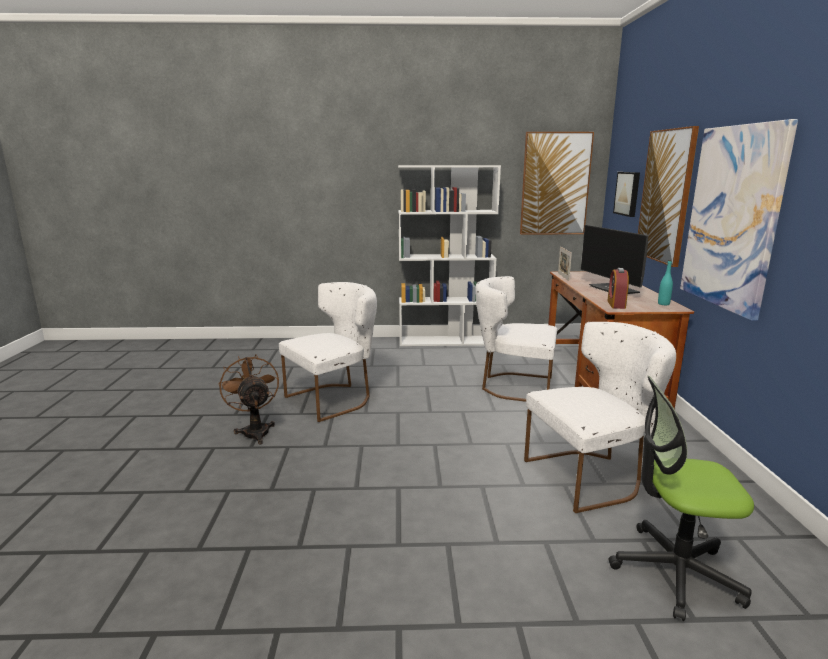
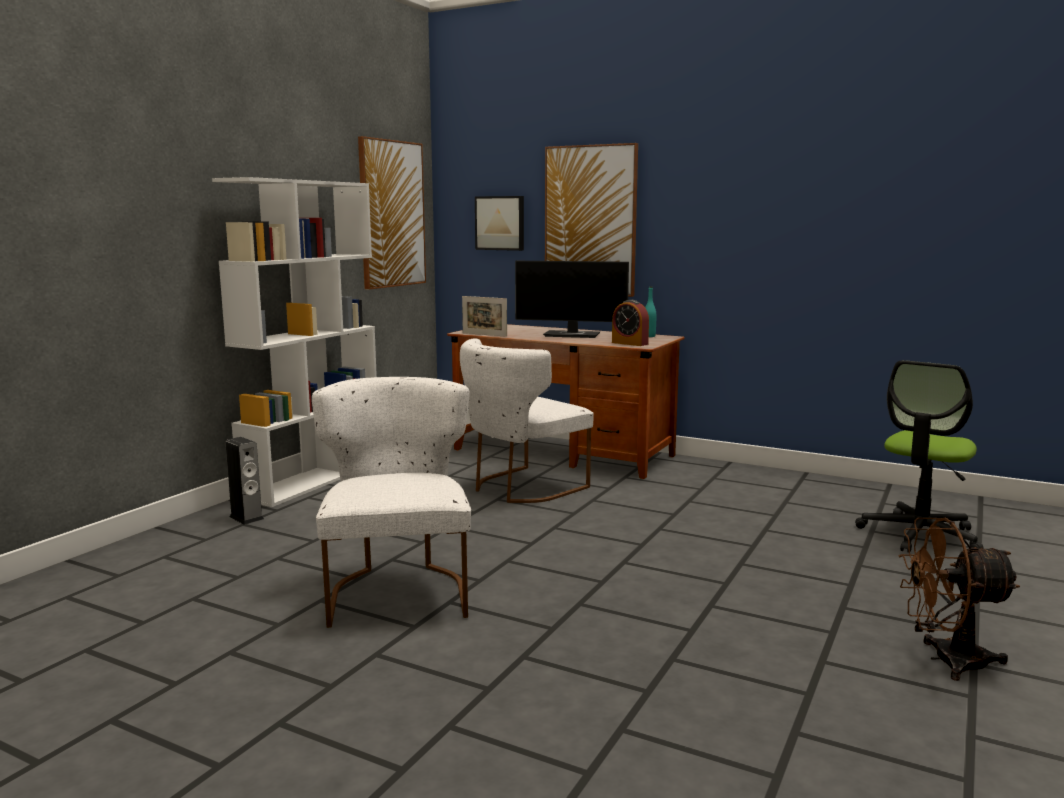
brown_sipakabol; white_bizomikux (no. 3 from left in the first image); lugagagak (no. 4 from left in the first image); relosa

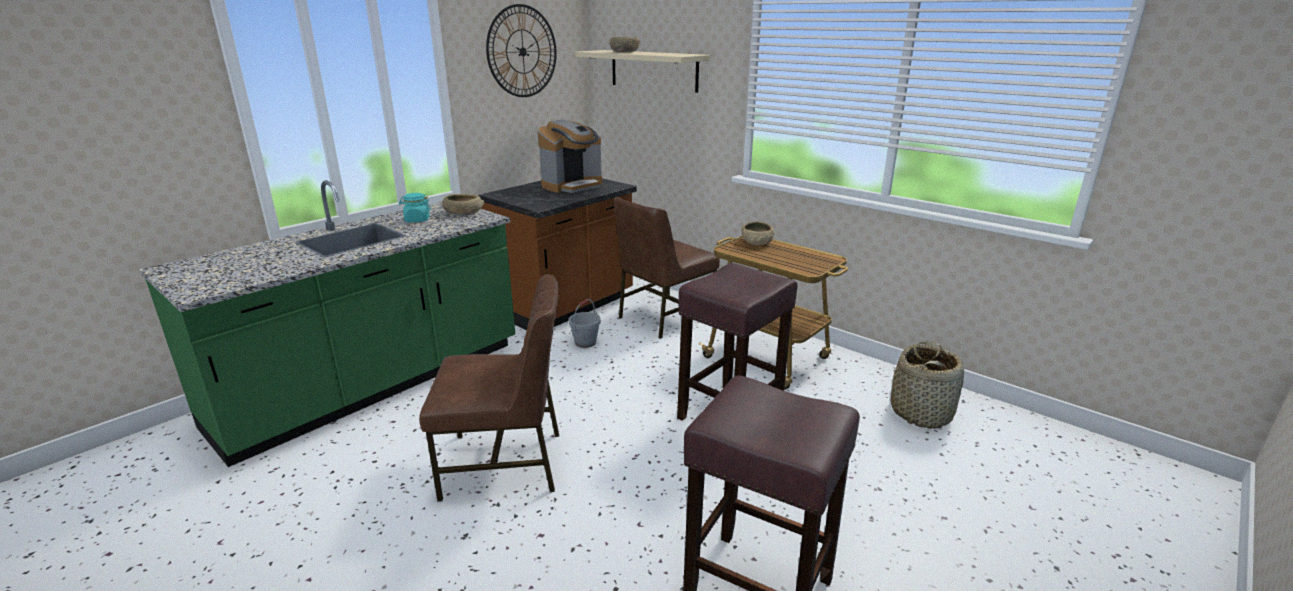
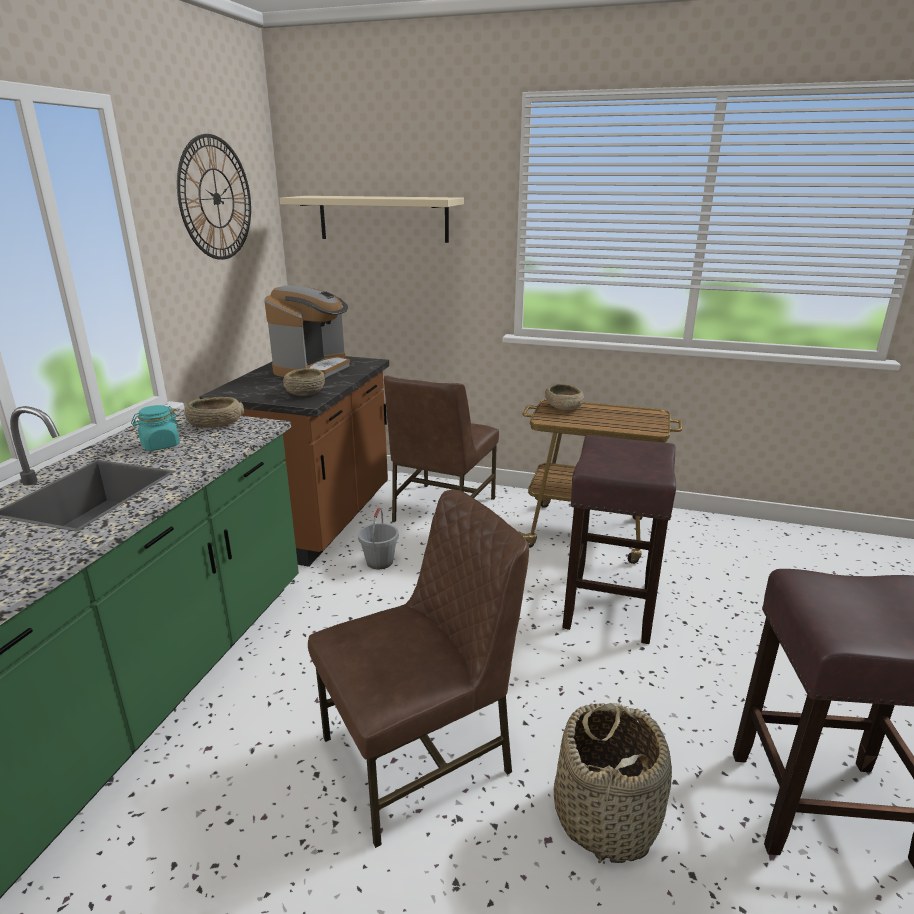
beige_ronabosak (no. 2 from left); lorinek

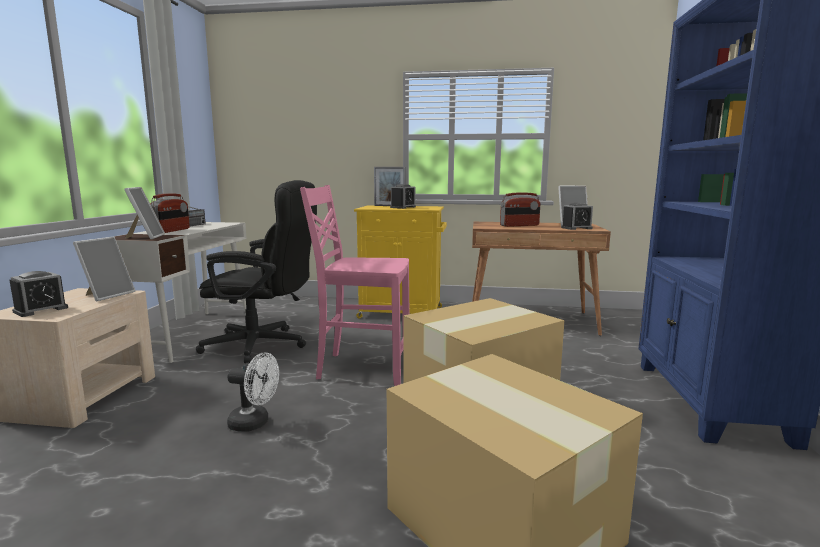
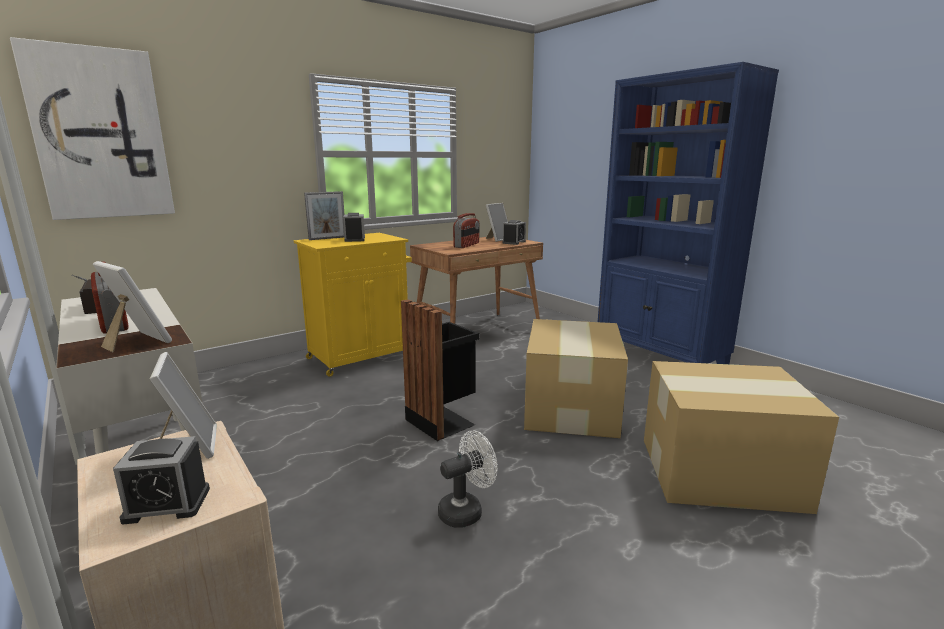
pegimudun (no. 1 from left); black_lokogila; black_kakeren; lugagagak

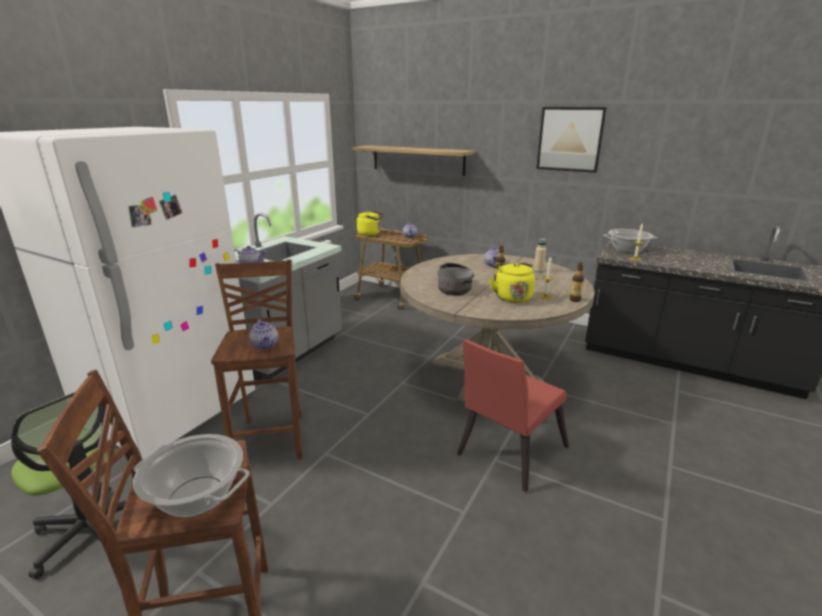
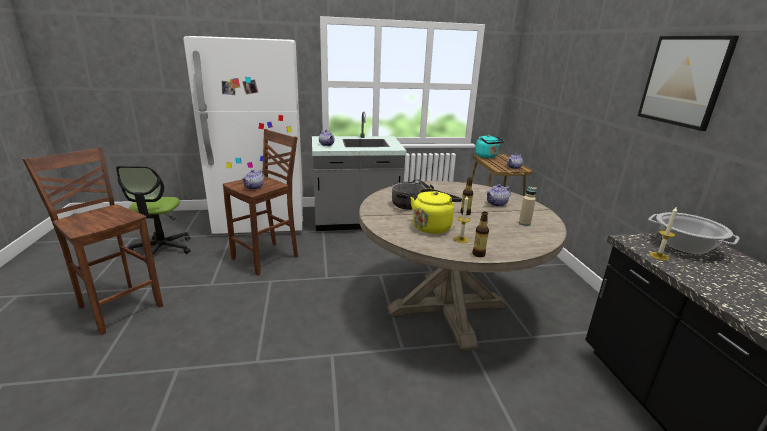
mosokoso (no. 1 from left in the first image); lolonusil; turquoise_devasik; red_bizomikux

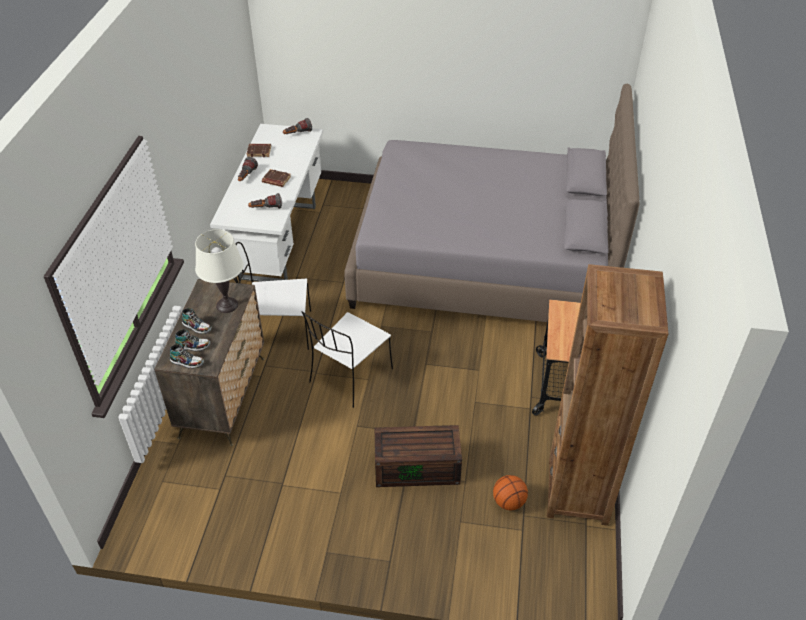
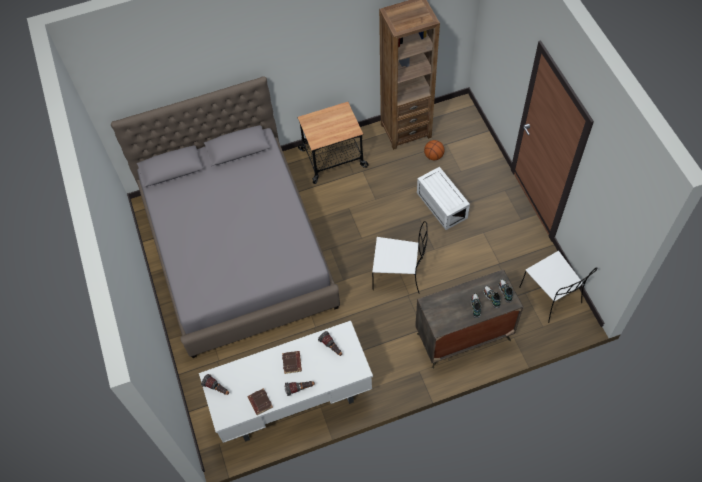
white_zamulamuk; white_bizomikux (no. 2 from left); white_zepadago

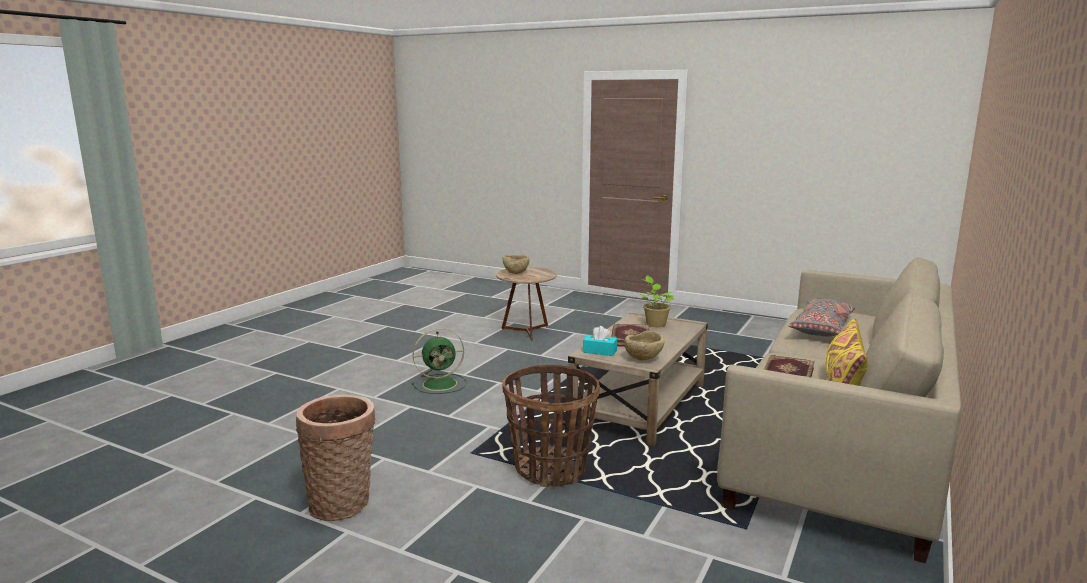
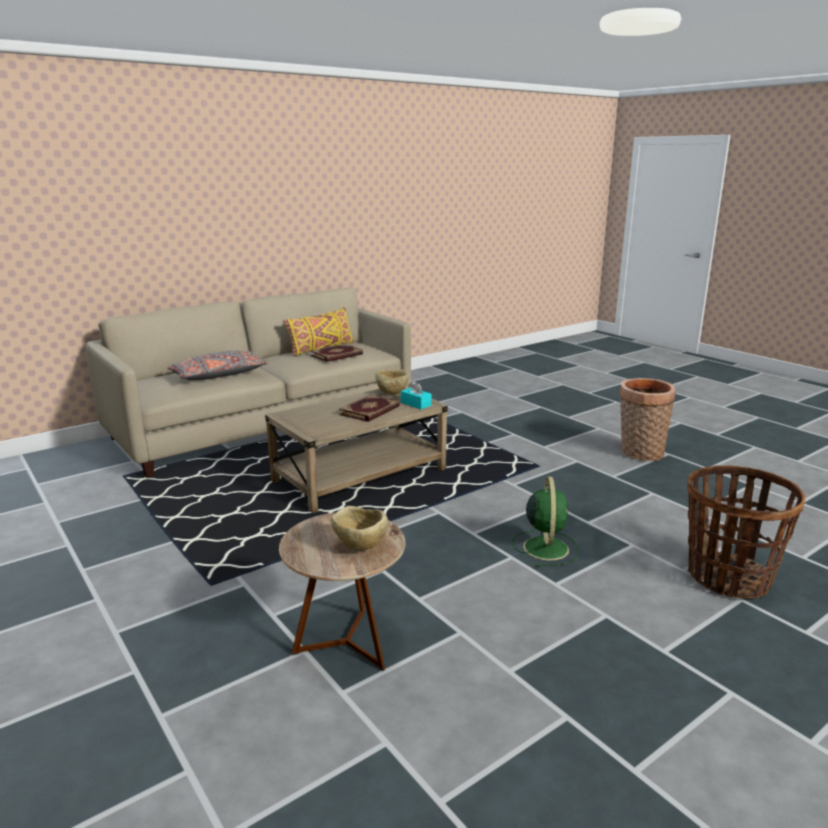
green_sipakabol; lorinek (no. 2 from left); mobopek

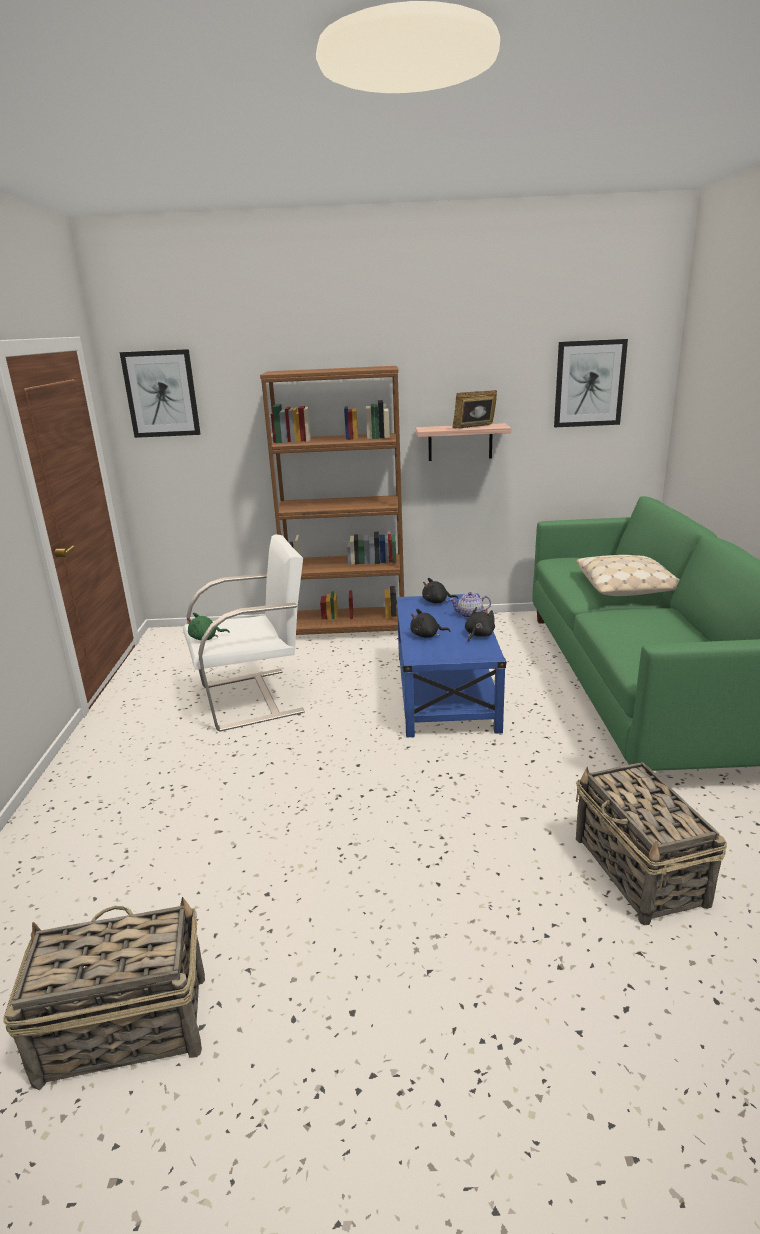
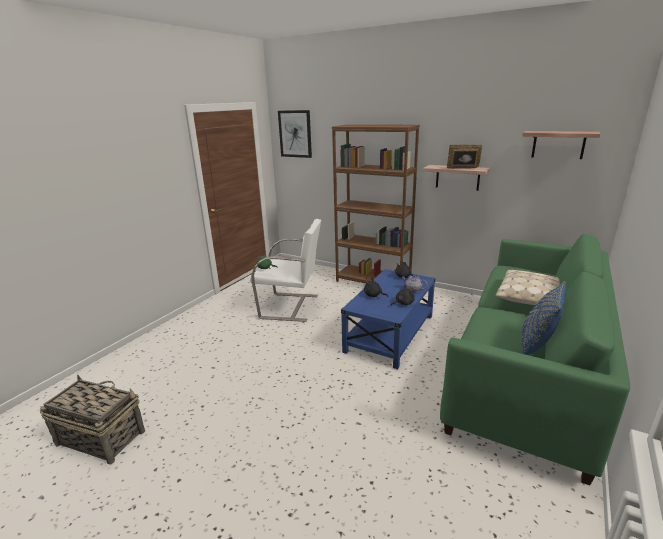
lolonusil (no. 2 from left); lorinek (no. 2 from left in the first image); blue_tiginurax

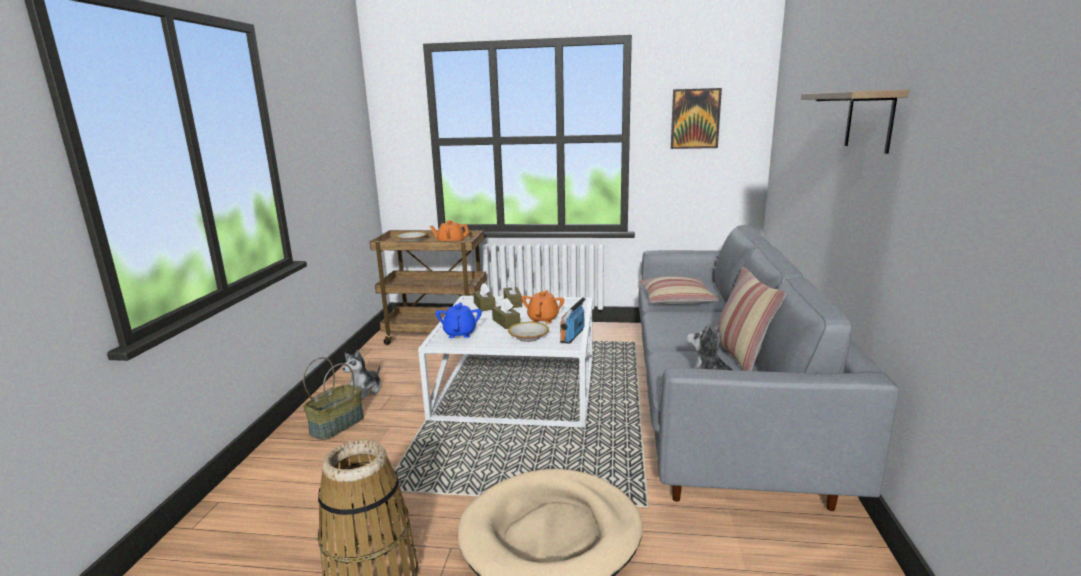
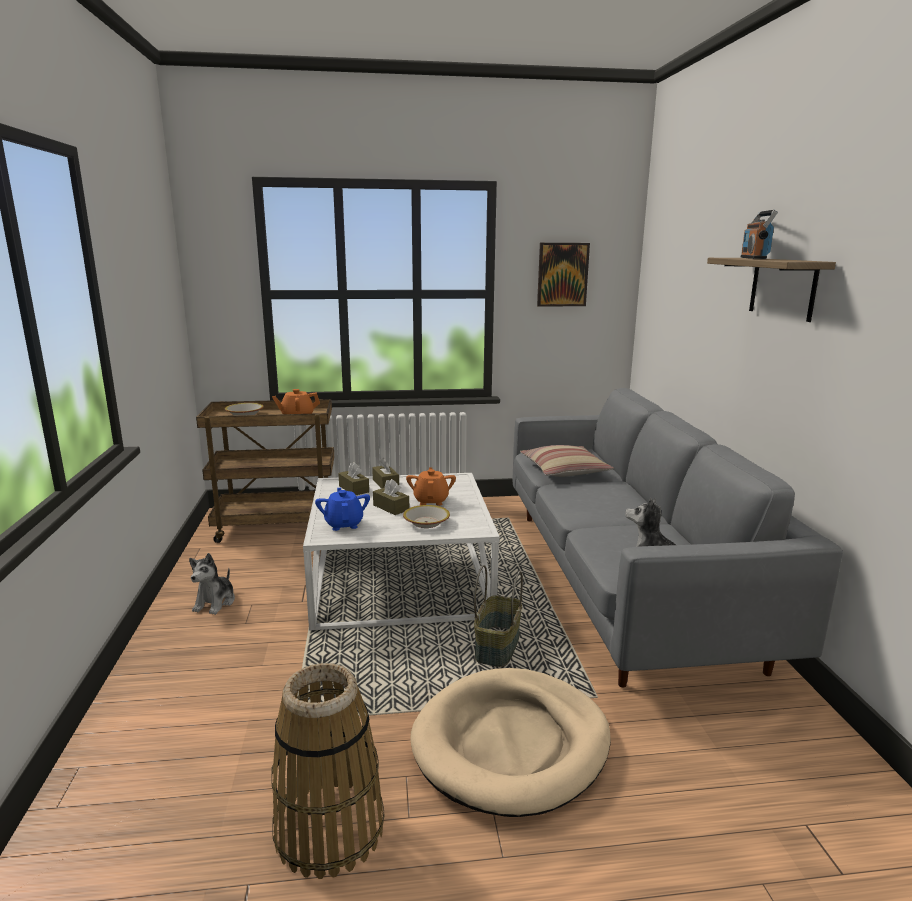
lorinek (no. 2 from left); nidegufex; tiginurax (no. 2 from left in the first image)

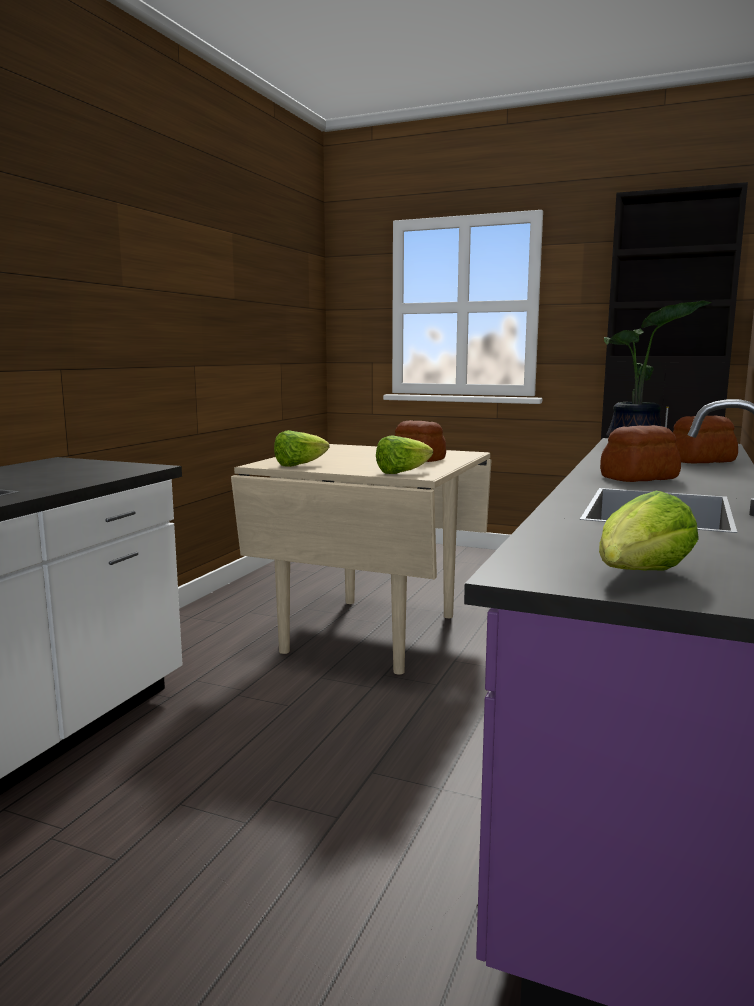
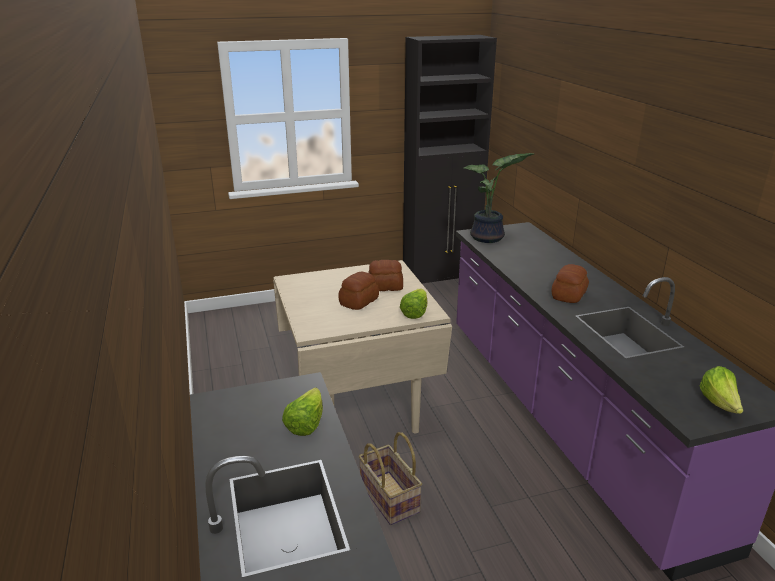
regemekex (no. 1 from left); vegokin (no. 1 from left); lorinek

